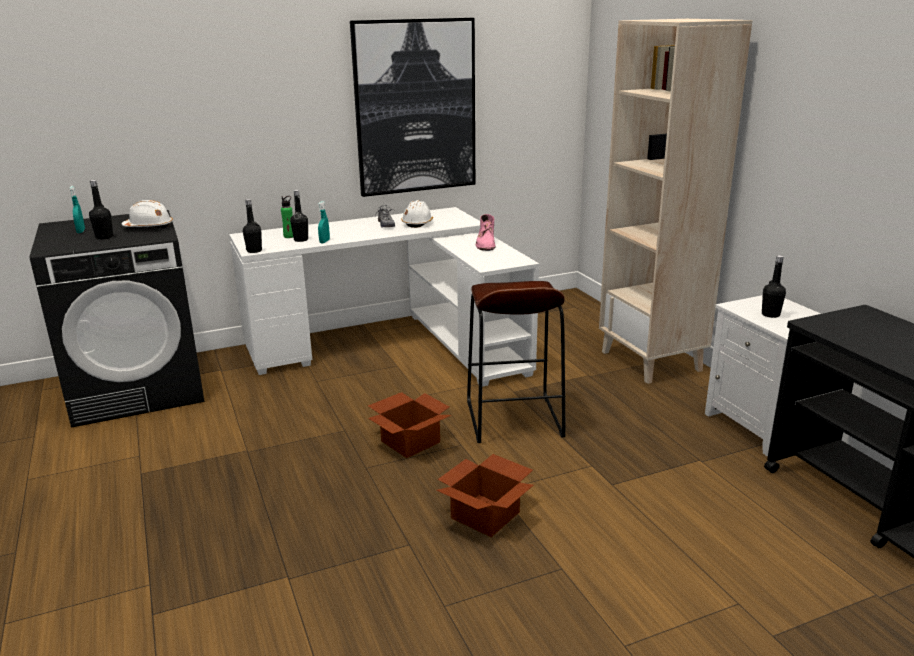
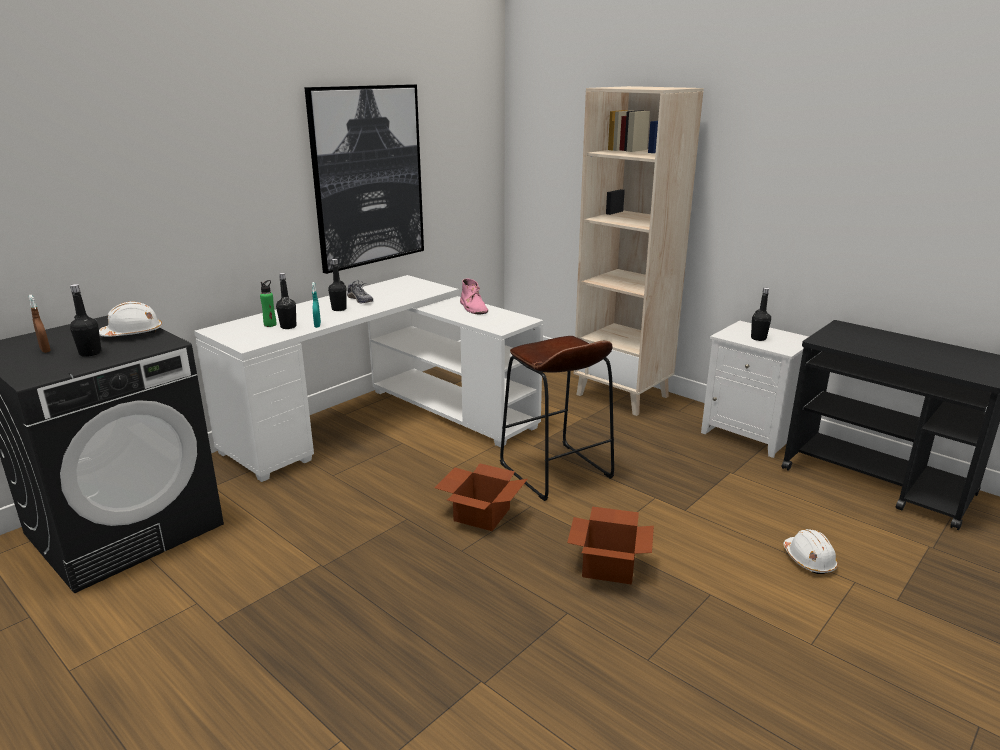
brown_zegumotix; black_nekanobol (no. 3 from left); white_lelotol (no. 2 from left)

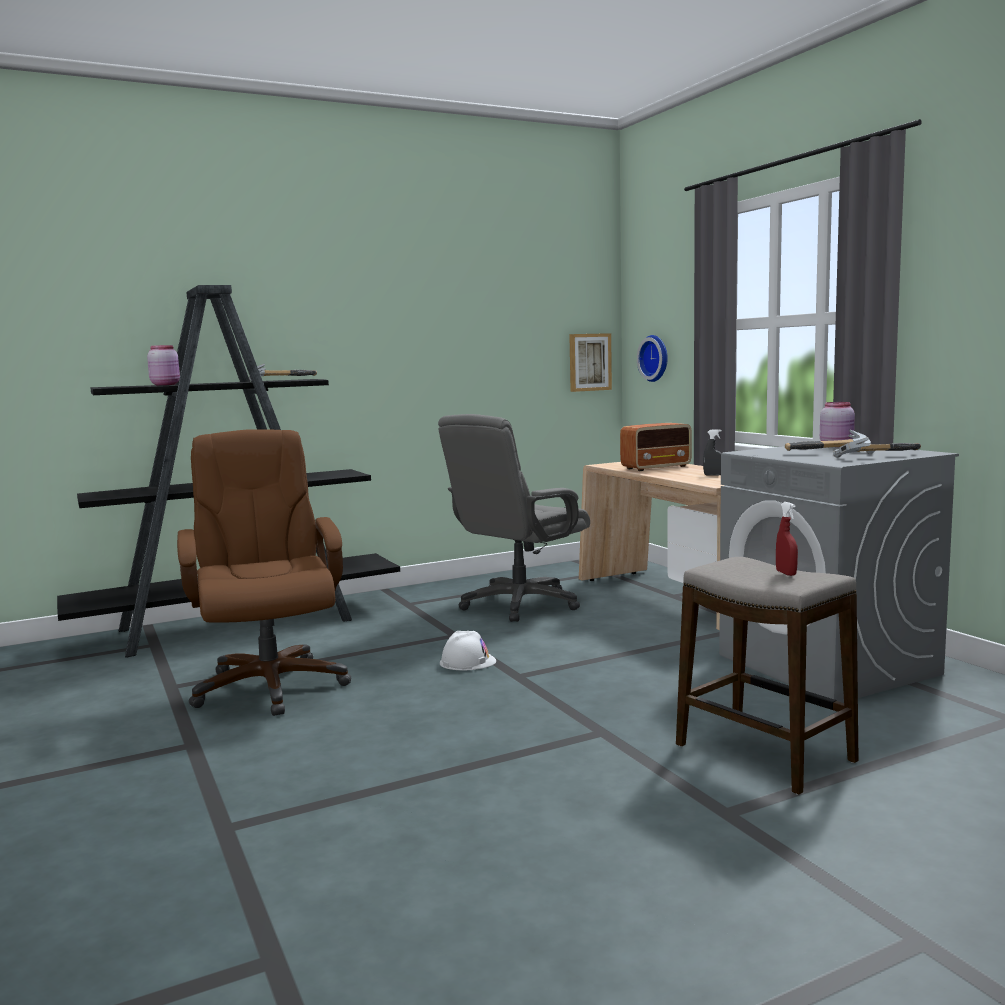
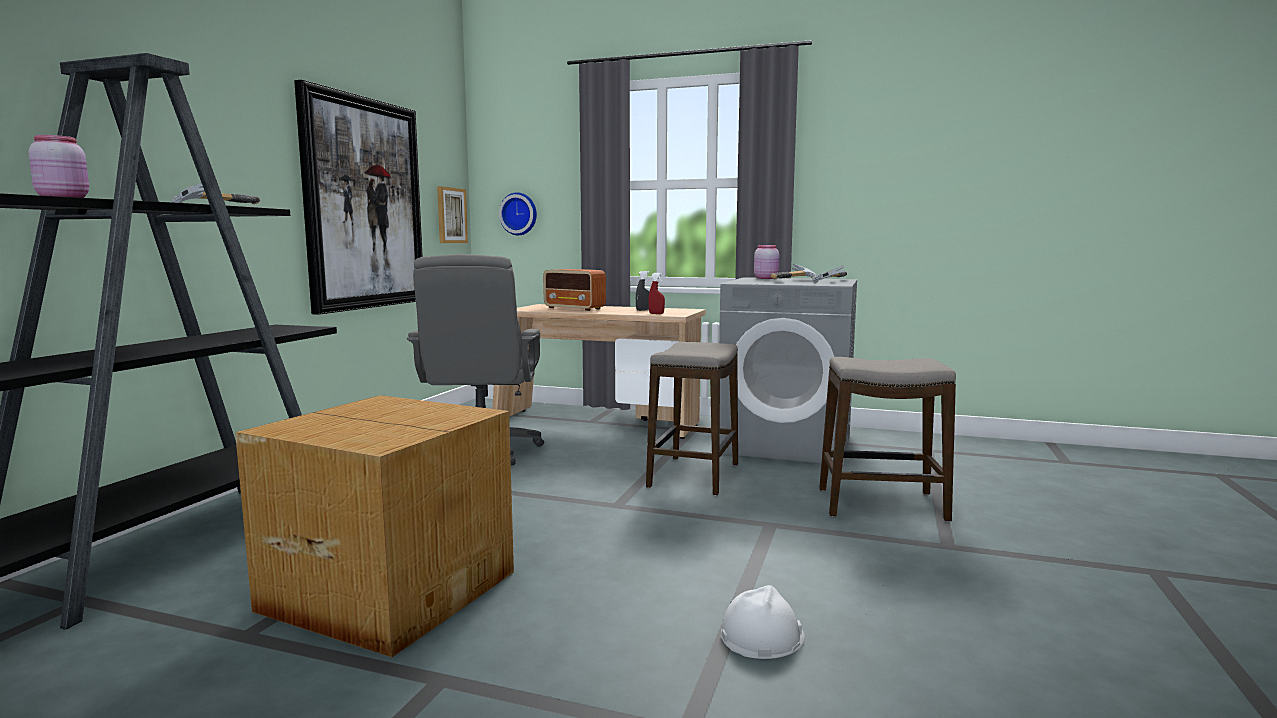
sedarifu; white_lelotol; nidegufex; red_zegumotix; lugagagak (no. 1 from left); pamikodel (no. 1 from left)

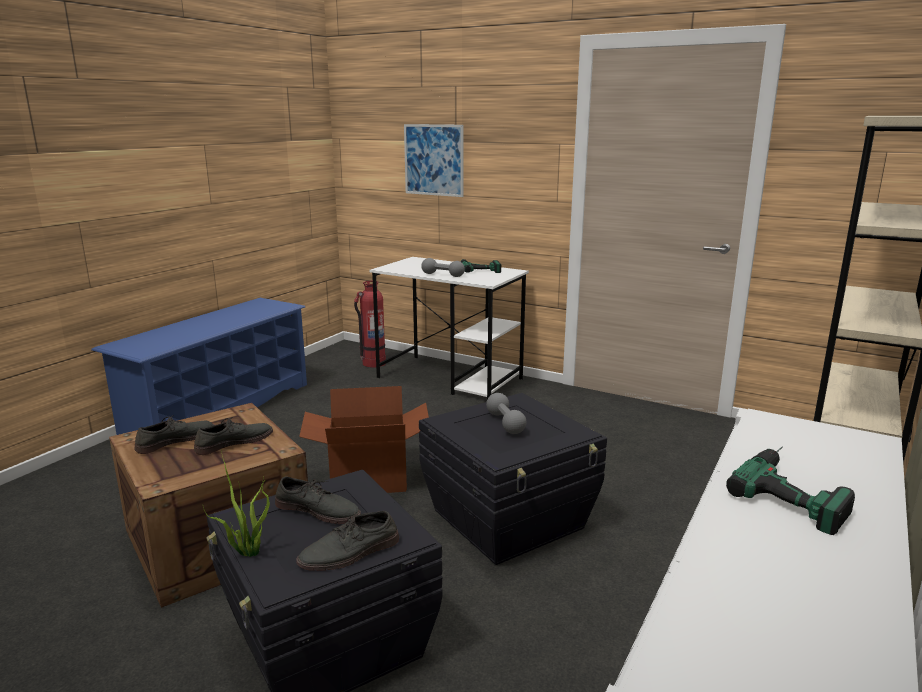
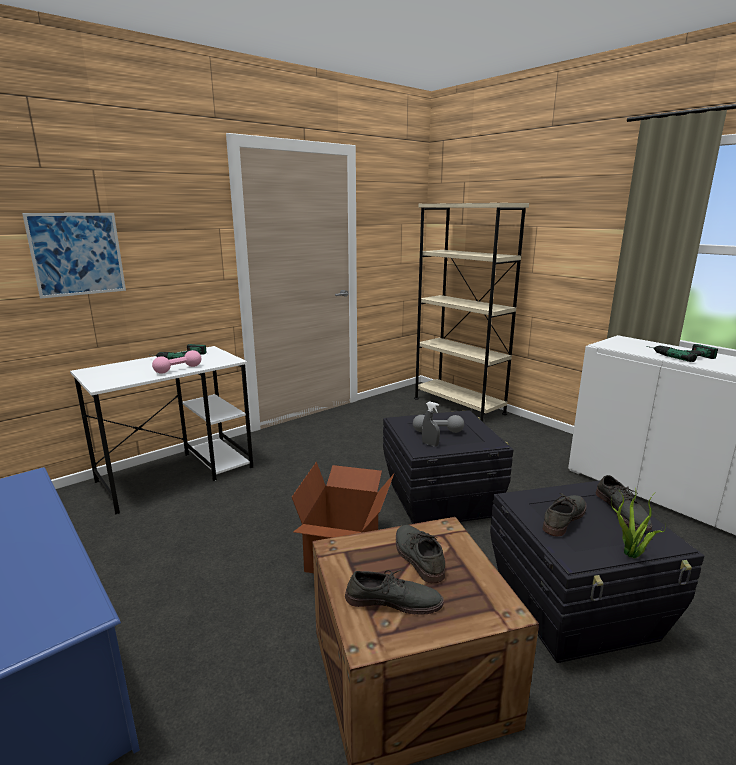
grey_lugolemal (no. 1 from left); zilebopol; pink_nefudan; grey_zegumotix

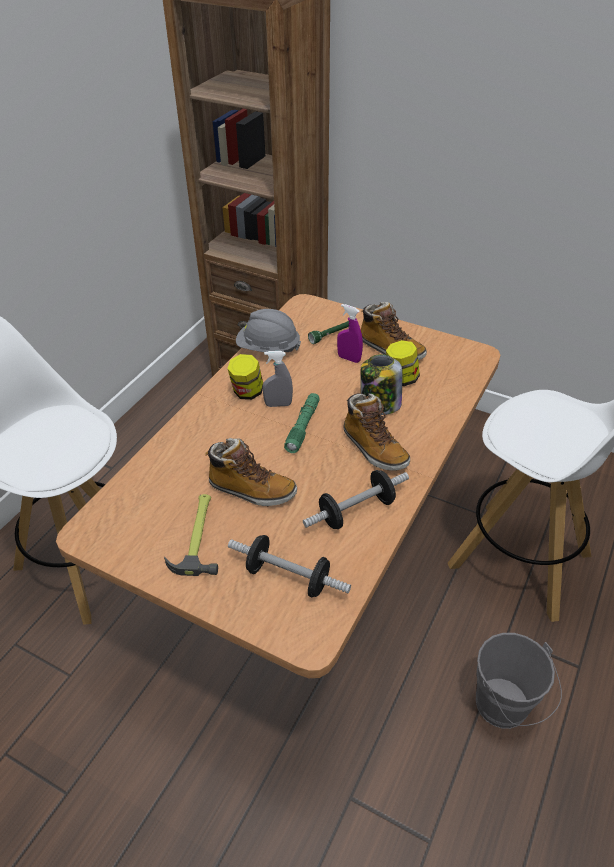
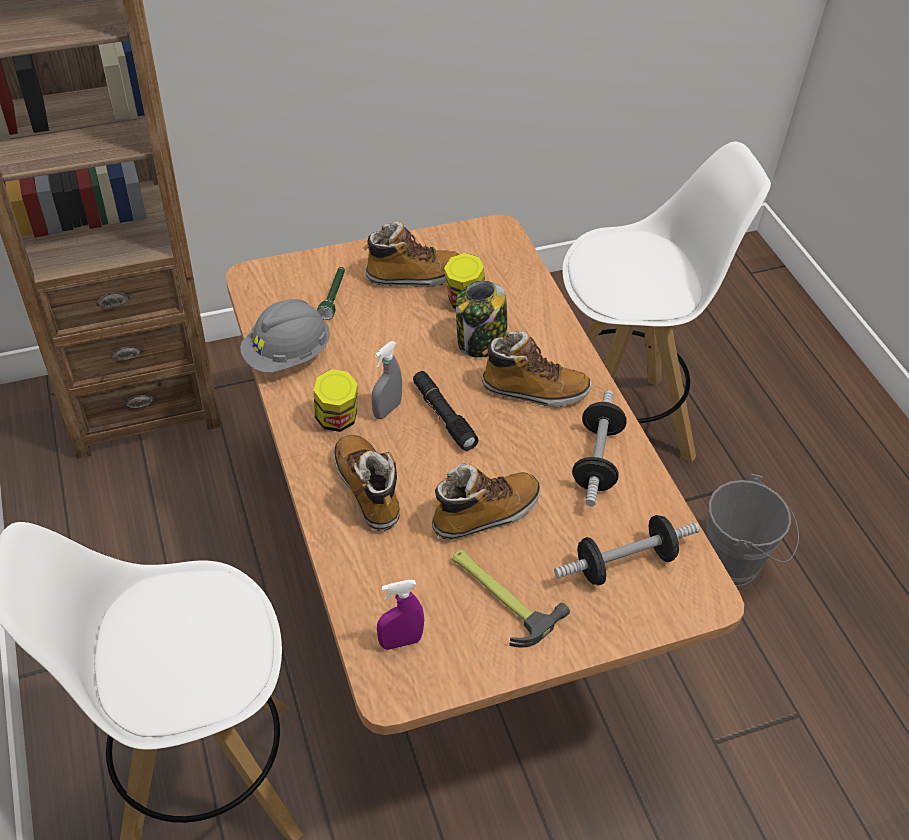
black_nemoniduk; purple_zegumotix; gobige (no. 1 from left)

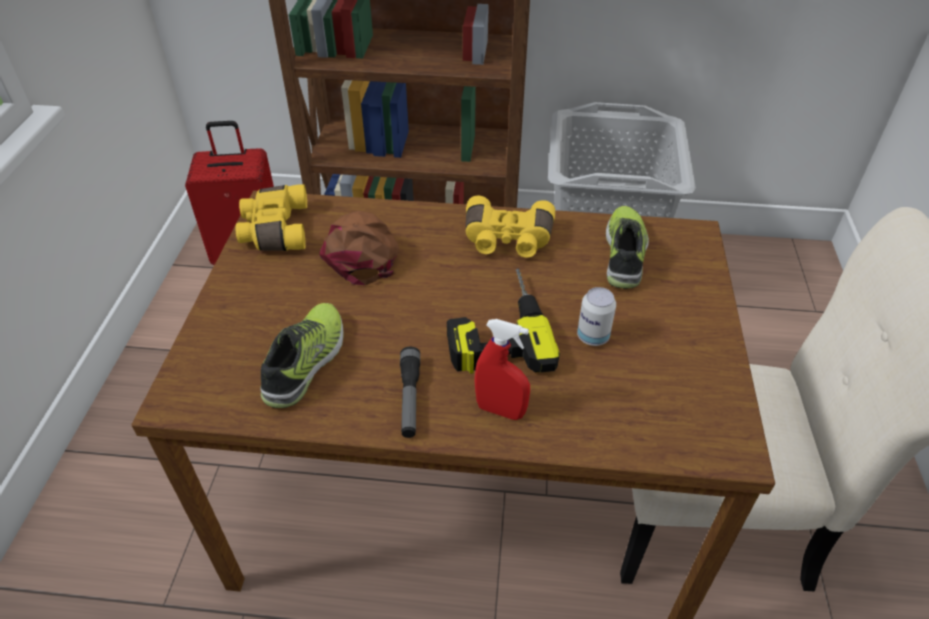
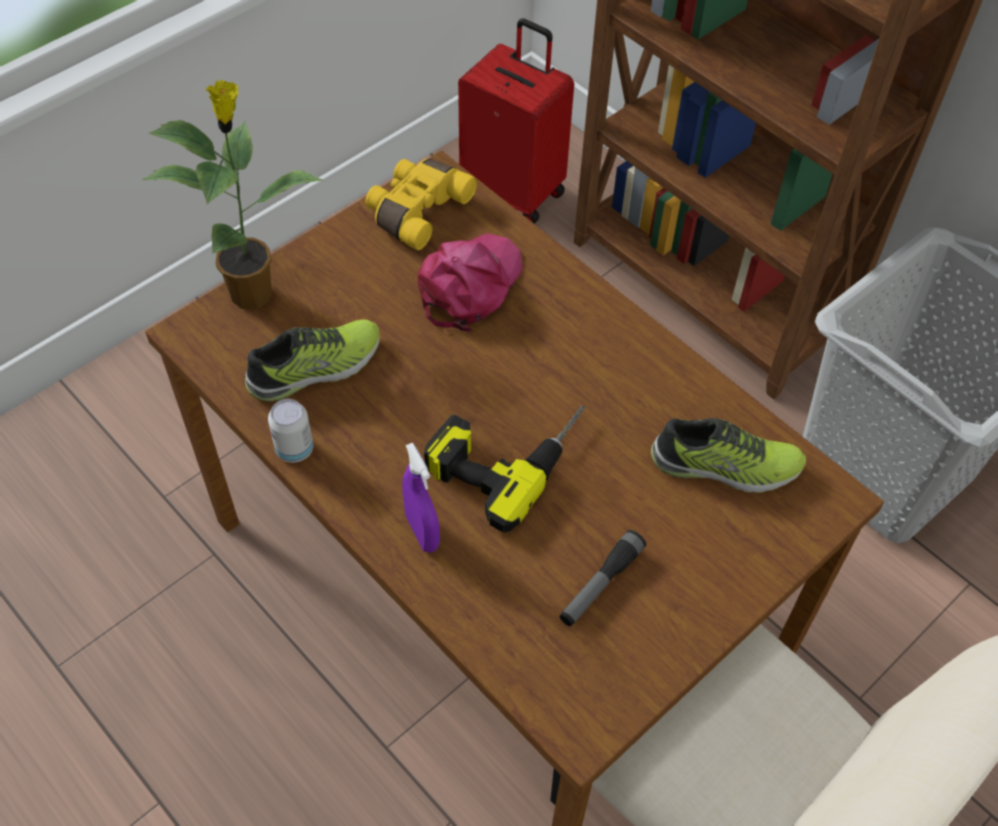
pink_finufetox; nemoniduk; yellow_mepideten (no. 2 from left in the first image); purple_zegumotix; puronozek; lugolemal (no. 2 from left); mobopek

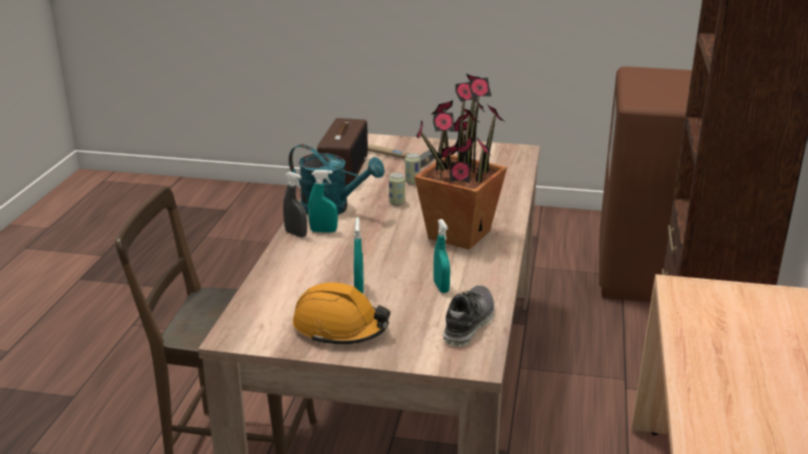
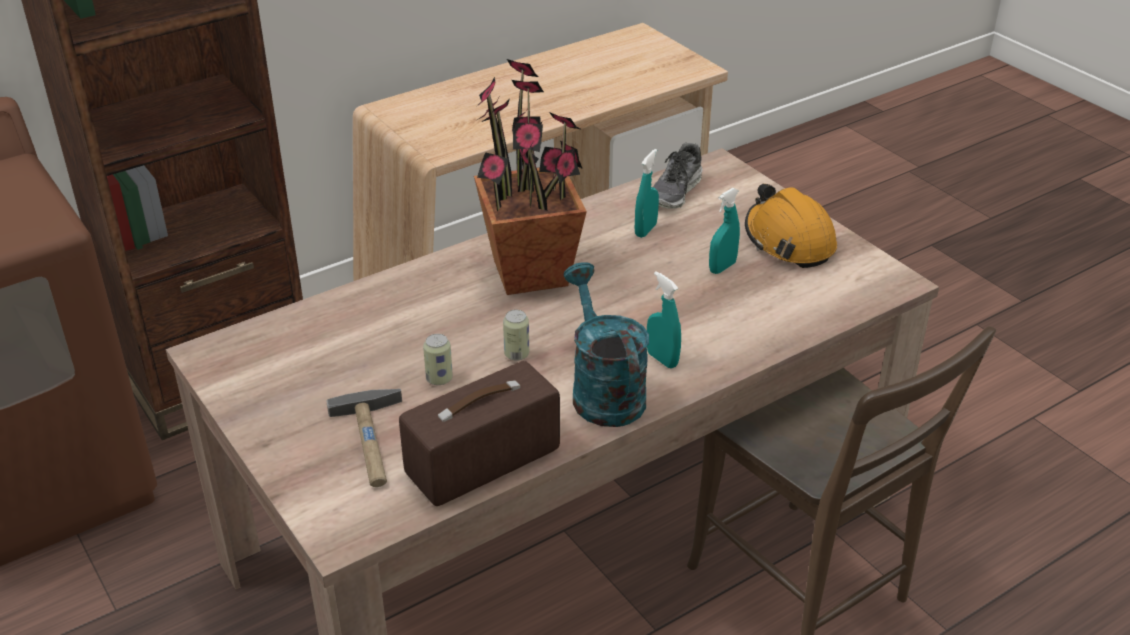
grey_zegumotix; lugolemal

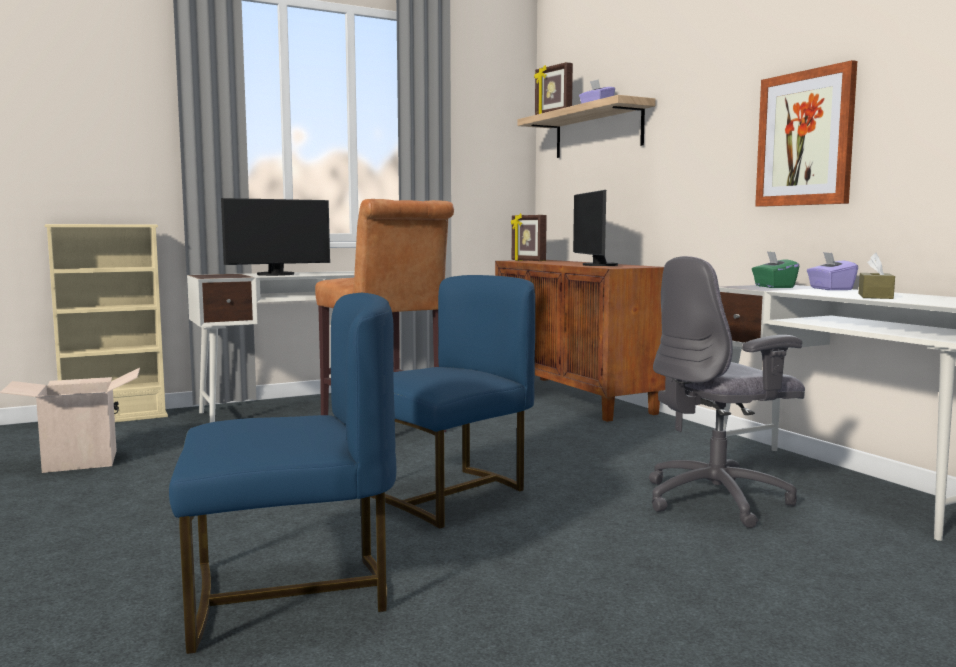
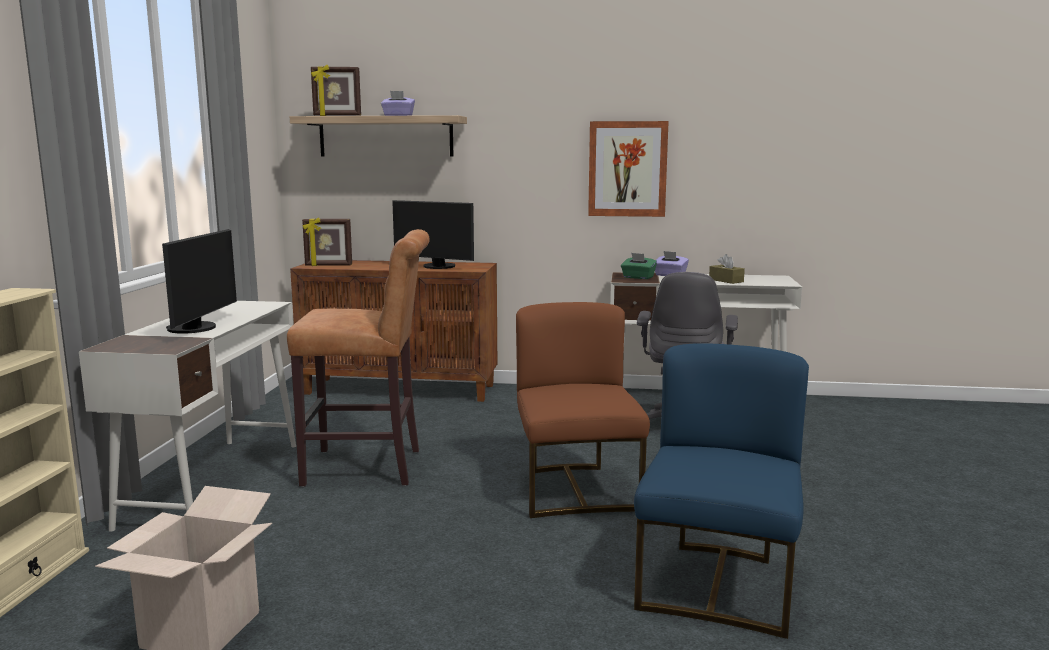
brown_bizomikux

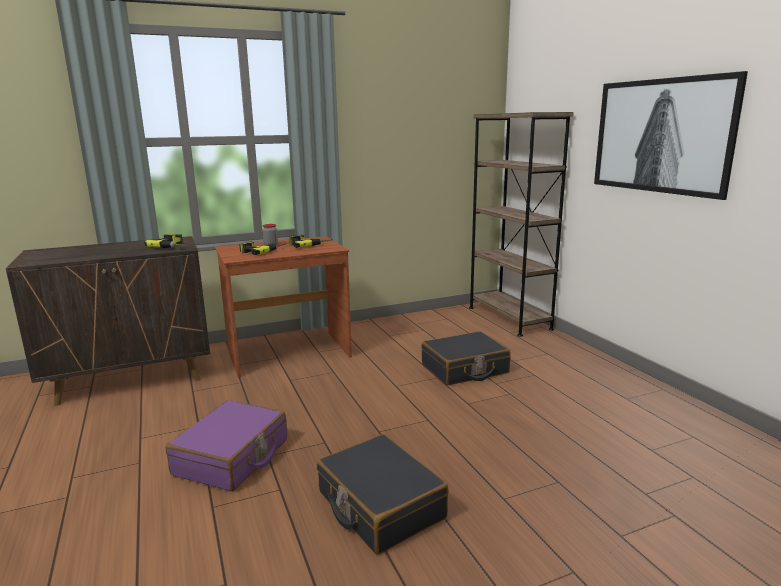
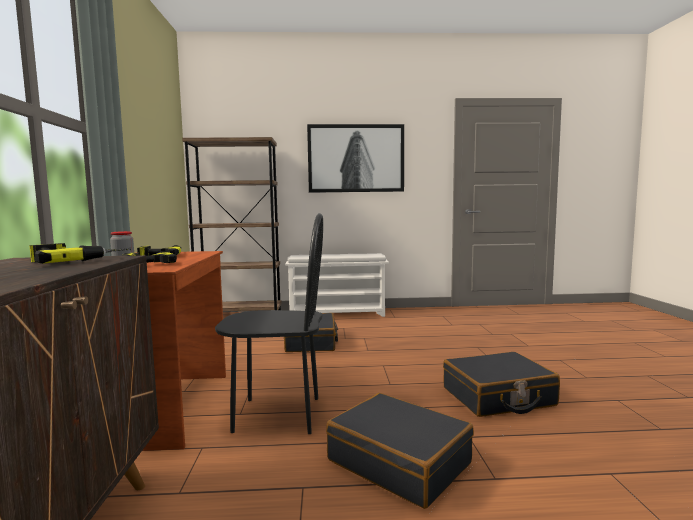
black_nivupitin (no. 2 from left); black_bizomikux; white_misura

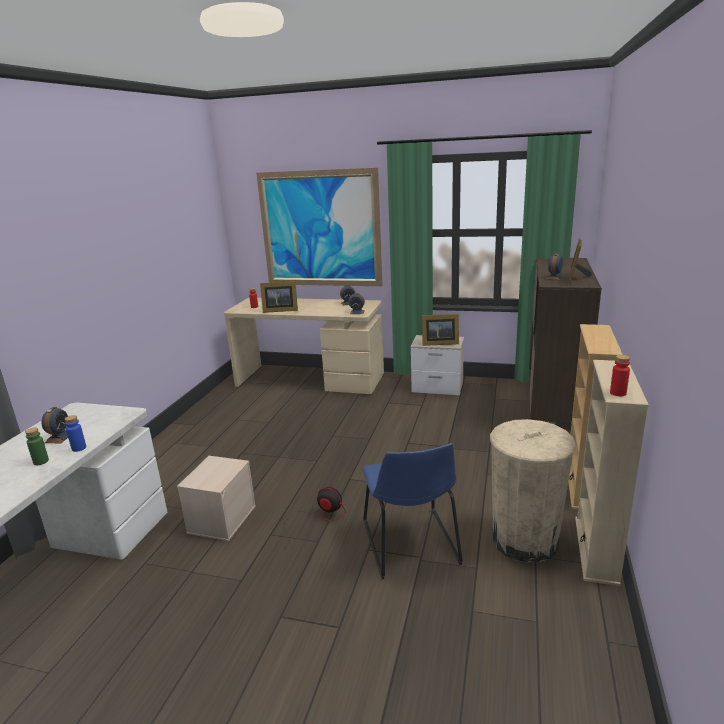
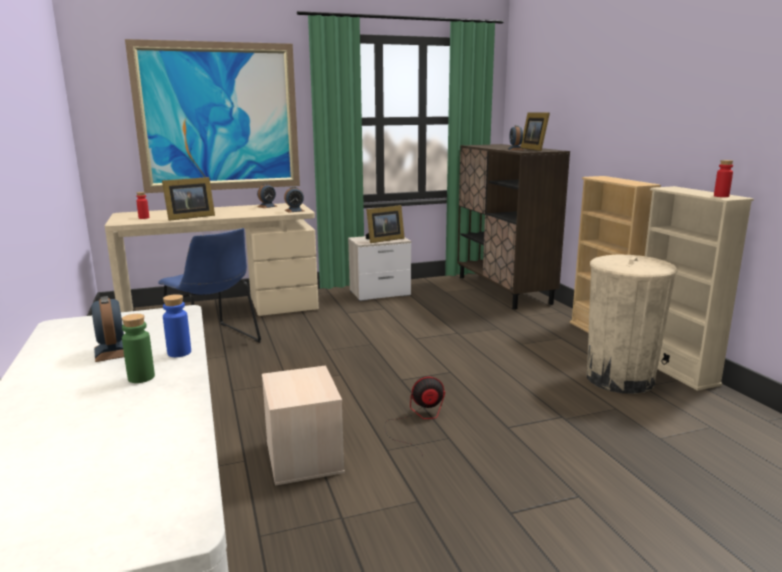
blue_bizomikux

